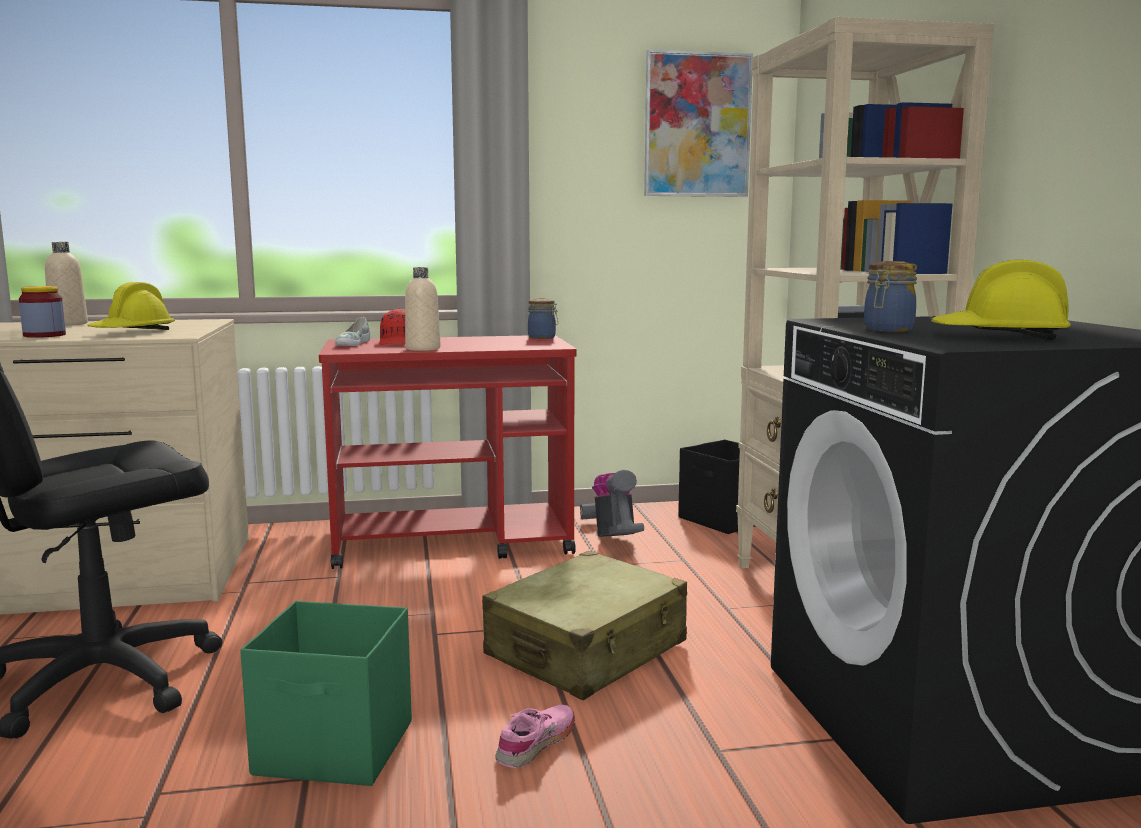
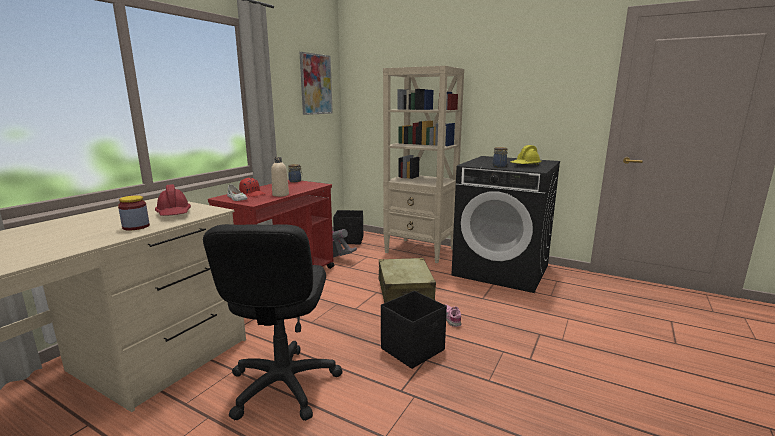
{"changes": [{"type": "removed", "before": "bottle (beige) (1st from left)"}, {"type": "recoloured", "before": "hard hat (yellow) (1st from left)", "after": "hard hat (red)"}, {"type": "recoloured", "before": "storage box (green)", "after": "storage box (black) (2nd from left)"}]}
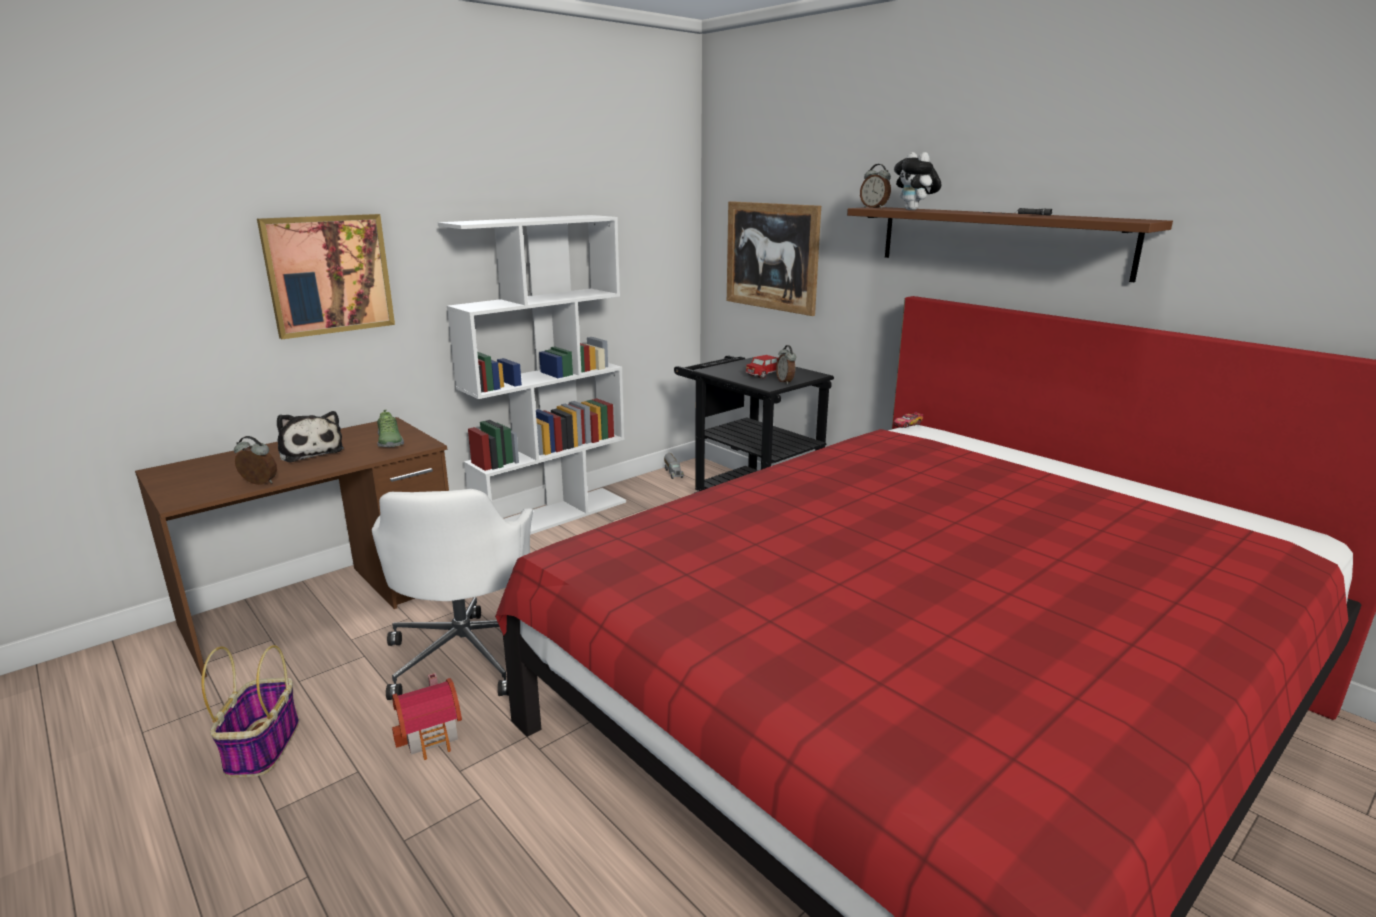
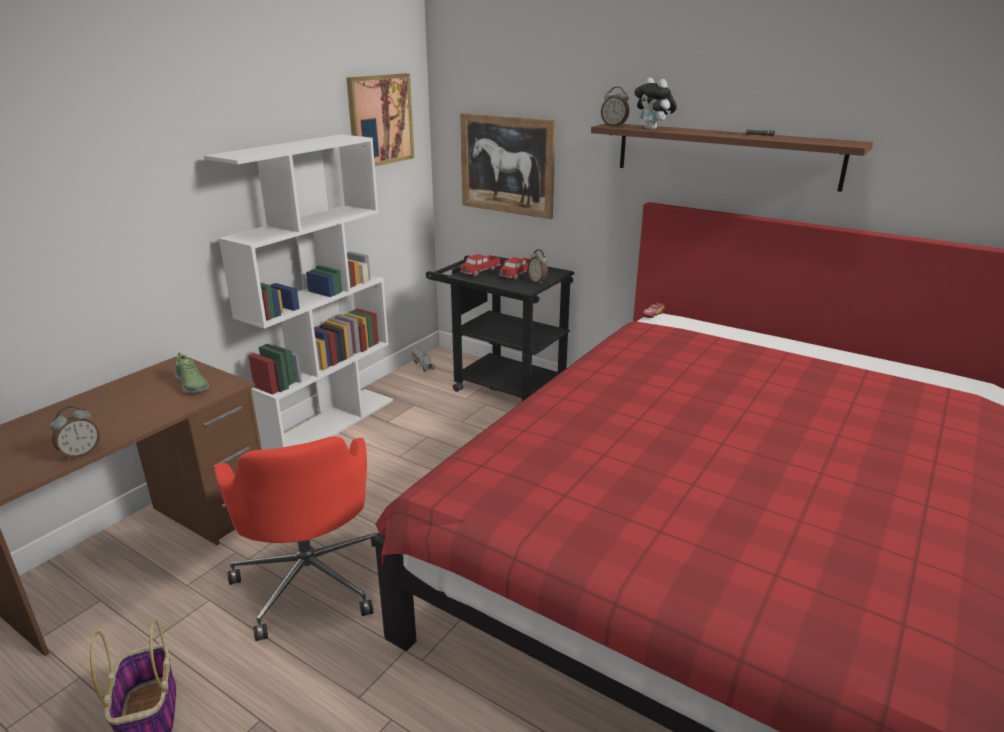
{"changes": [{"type": "turned", "before": "alarm clock (1st from left)", "turn": 135}, {"type": "moved", "before": "picture (1st from left)"}, {"type": "removed", "before": "plush toy (1st from left)"}, {"type": "recoloured", "before": "office chair (white)", "after": "office chair (red)"}, {"type": "removed", "before": "toy house"}, {"type": "added", "after": "toy truck (2nd from left)"}]}
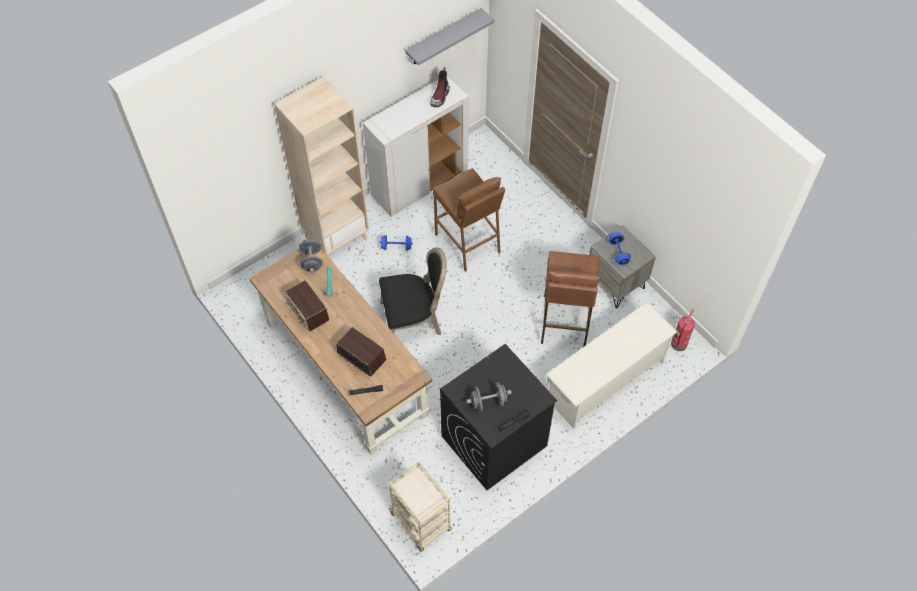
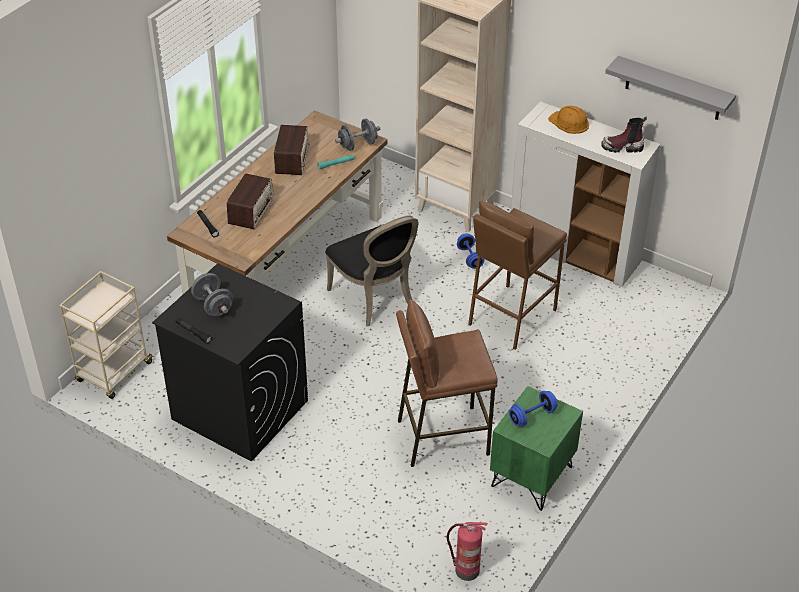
{"changes": [{"type": "turned", "before": "radio (1st from left in the first image)", "turn": 150}, {"type": "removed", "before": "shoe rack (white)"}, {"type": "recoloured", "before": "nightstand (grey)", "after": "nightstand (green)"}, {"type": "added", "after": "hard hat (orange)"}]}
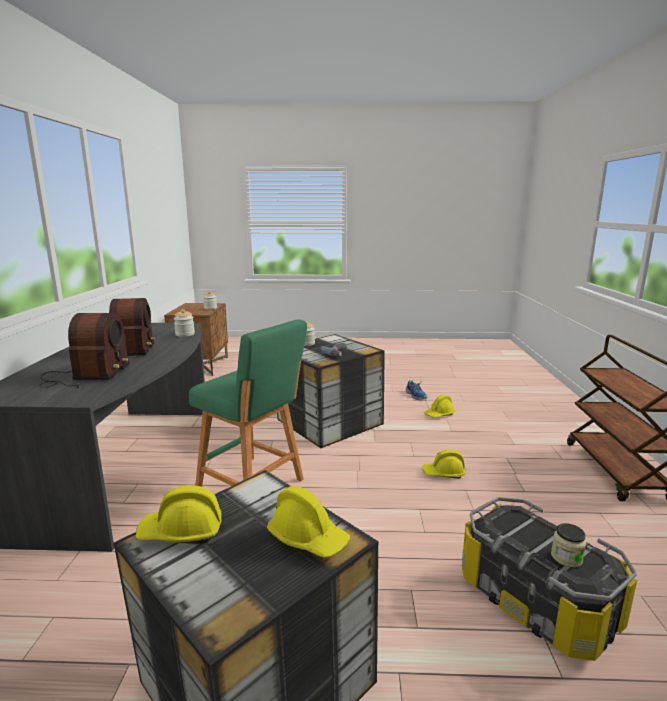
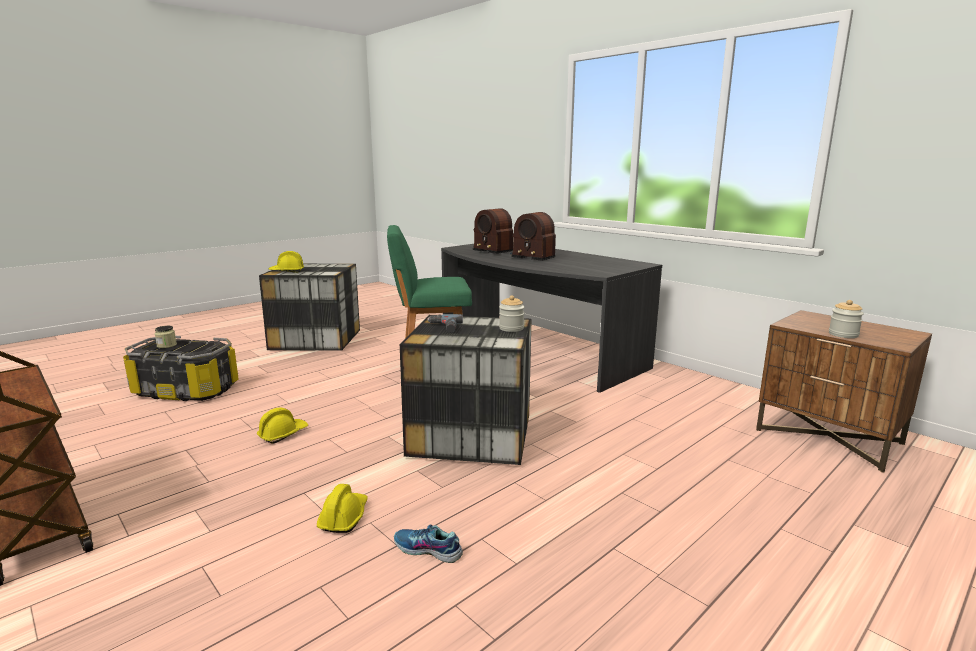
{"changes": [{"type": "removed", "before": "hard hat (yellow) (1st from left)"}, {"type": "removed", "before": "jar (1st from left)"}]}
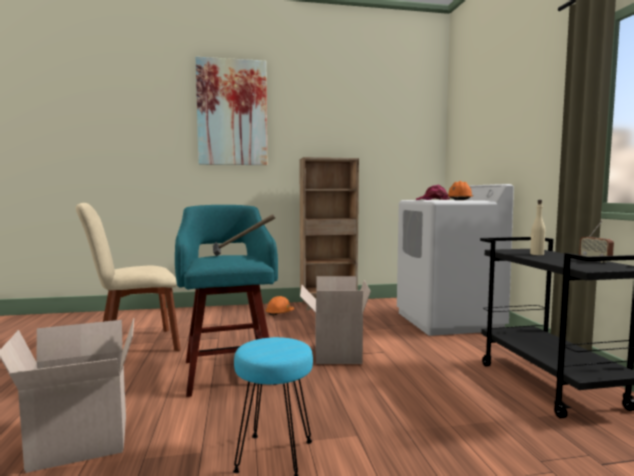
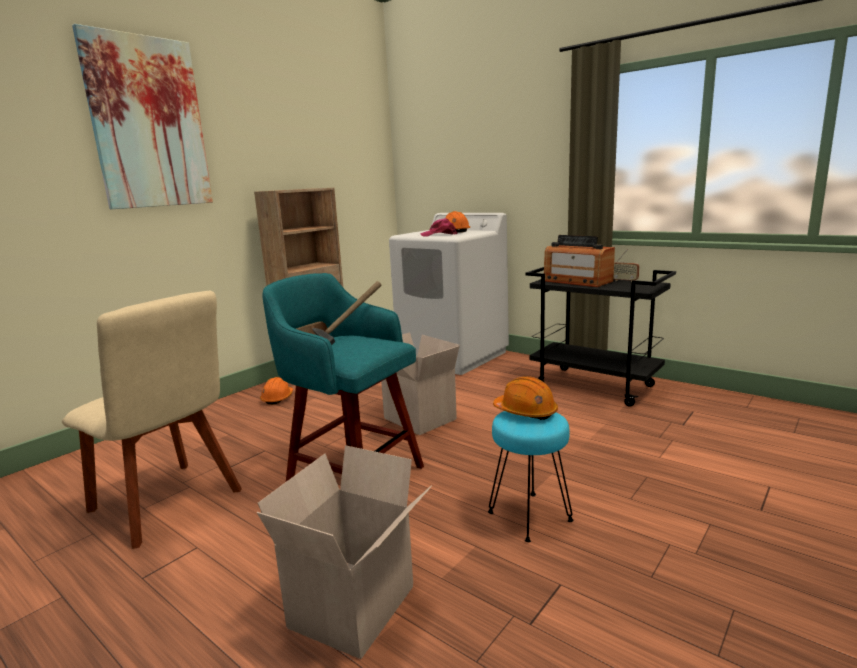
{"changes": [{"type": "turned", "before": "chair (beige)", "turn": -75}, {"type": "replaced", "before": "bottle (beige)", "after": "radio (1st from left)"}, {"type": "added", "after": "hard hat (orange) (3rd from left)"}]}
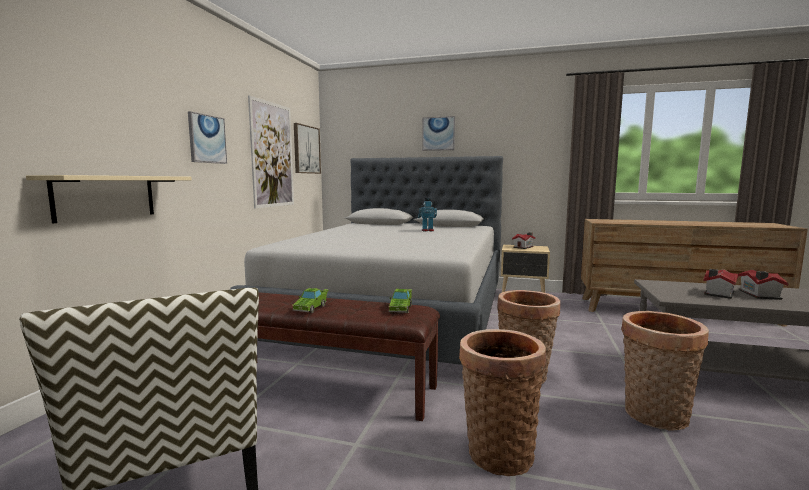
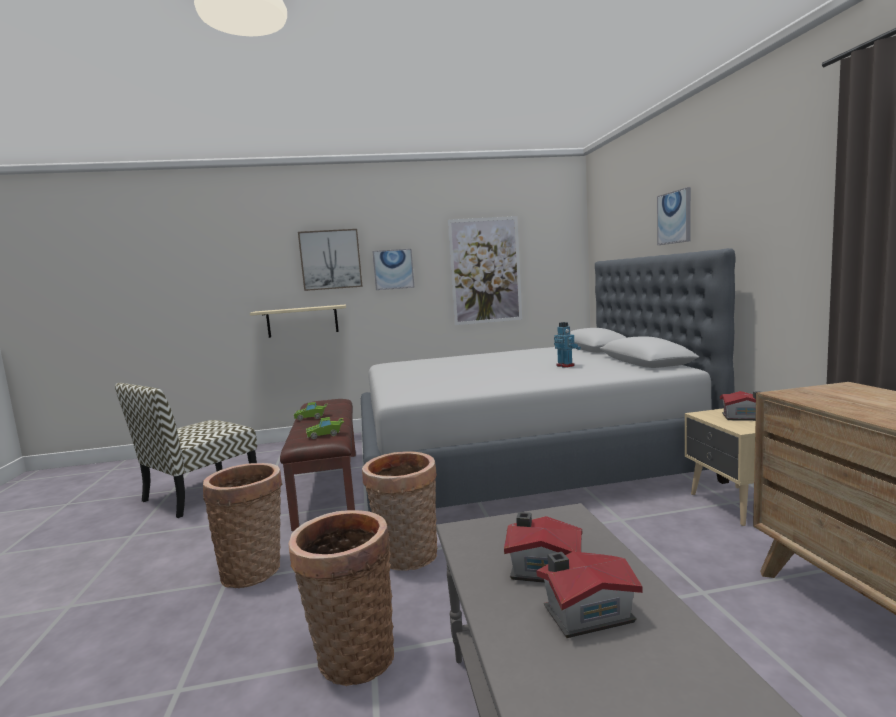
{"changes": [{"type": "moved", "before": "picture (3rd from left in the first image)", "after": "picture (1st from left)"}]}
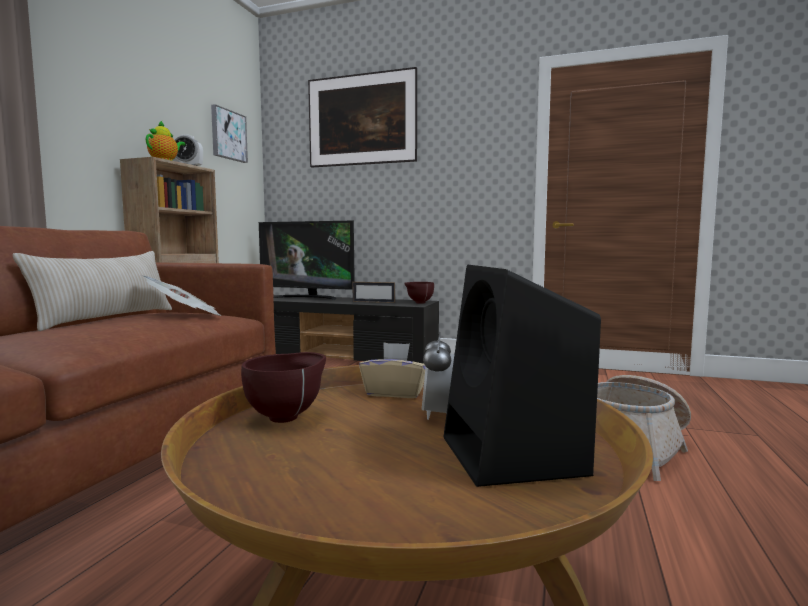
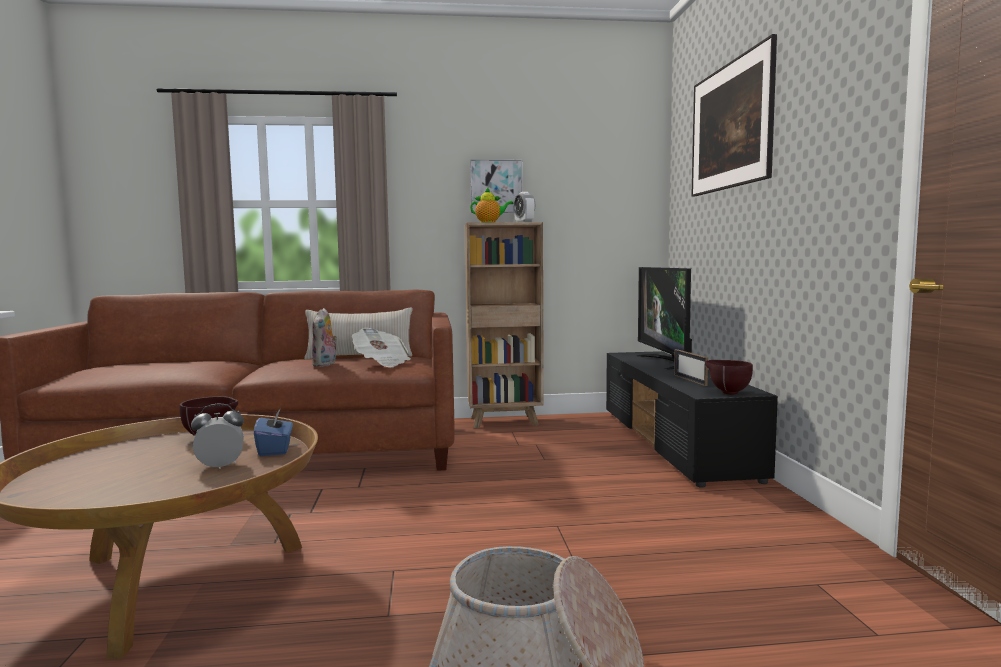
{"changes": [{"type": "moved", "before": "picture (1st from left)"}, {"type": "recoloured", "before": "tissue box (beige)", "after": "tissue box (blue)"}, {"type": "removed", "before": "speaker (black)"}, {"type": "added", "after": "plush toy"}]}
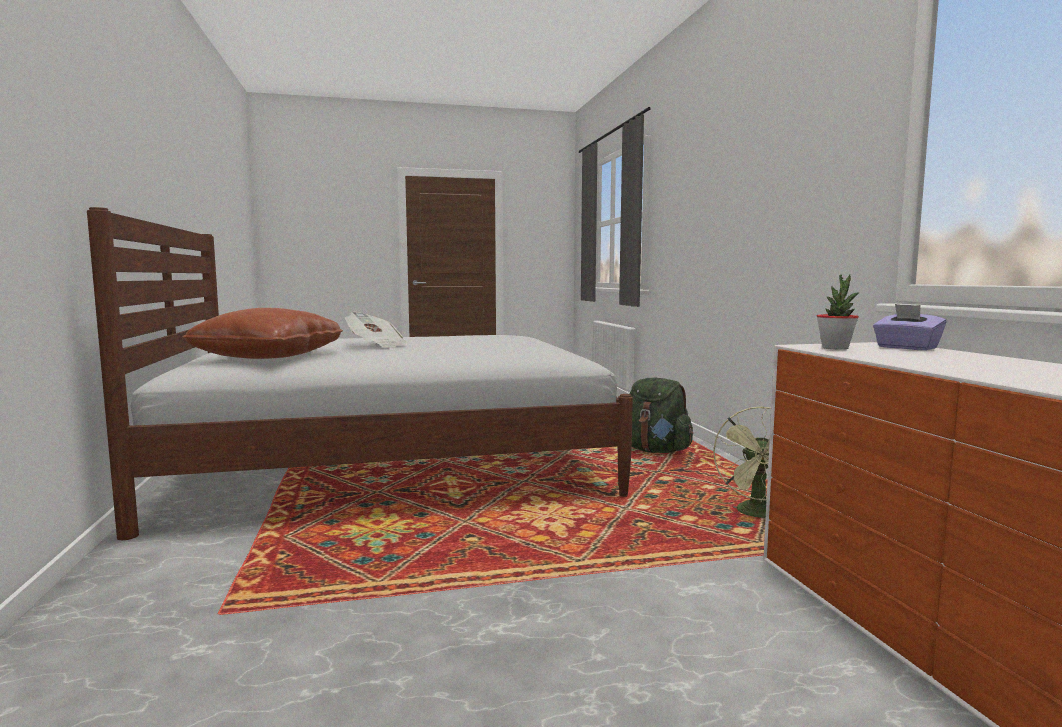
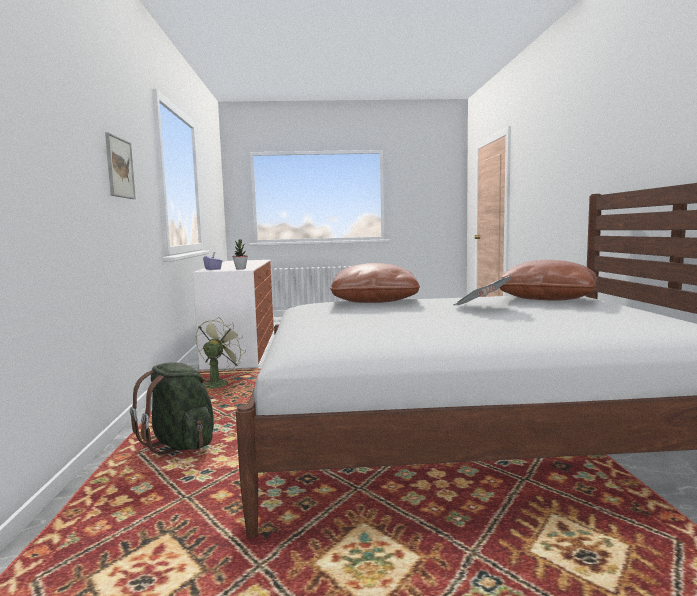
{"changes": [{"type": "added", "after": "picture"}, {"type": "added", "after": "pillow (brown) (1st from left)"}]}
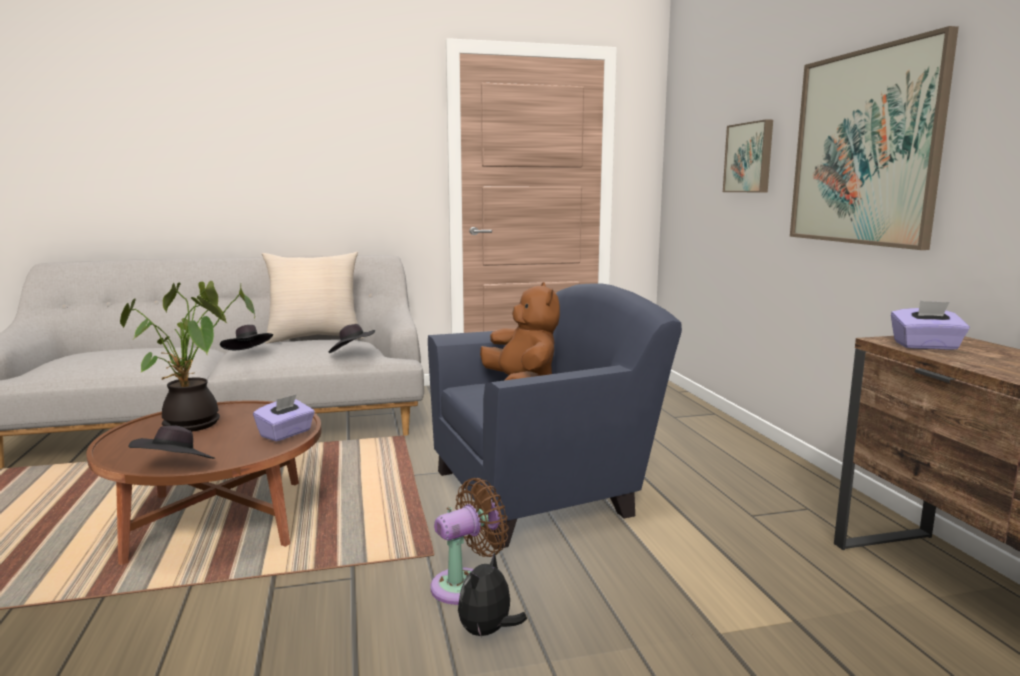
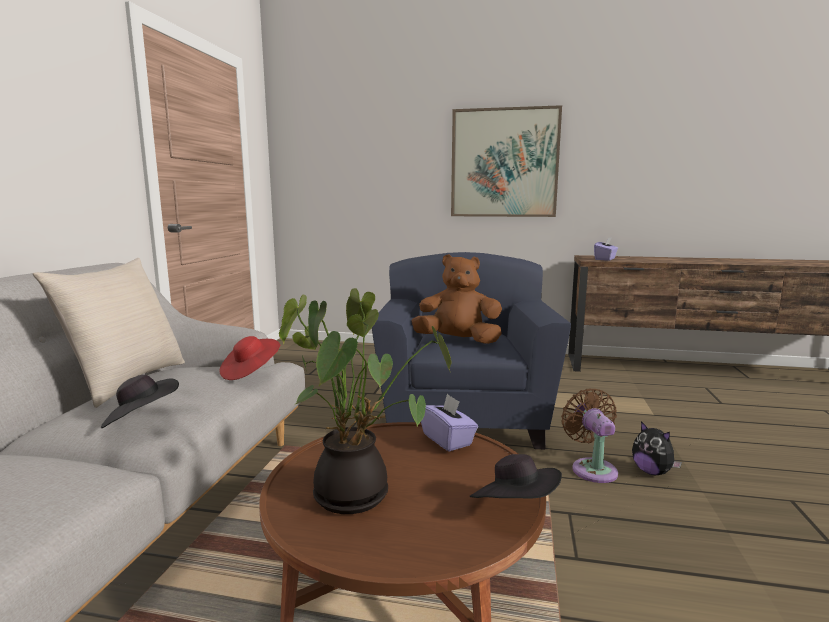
{"changes": [{"type": "recoloured", "before": "hat (black) (3rd from left)", "after": "hat (red)"}, {"type": "removed", "before": "picture (1st from left)"}]}
